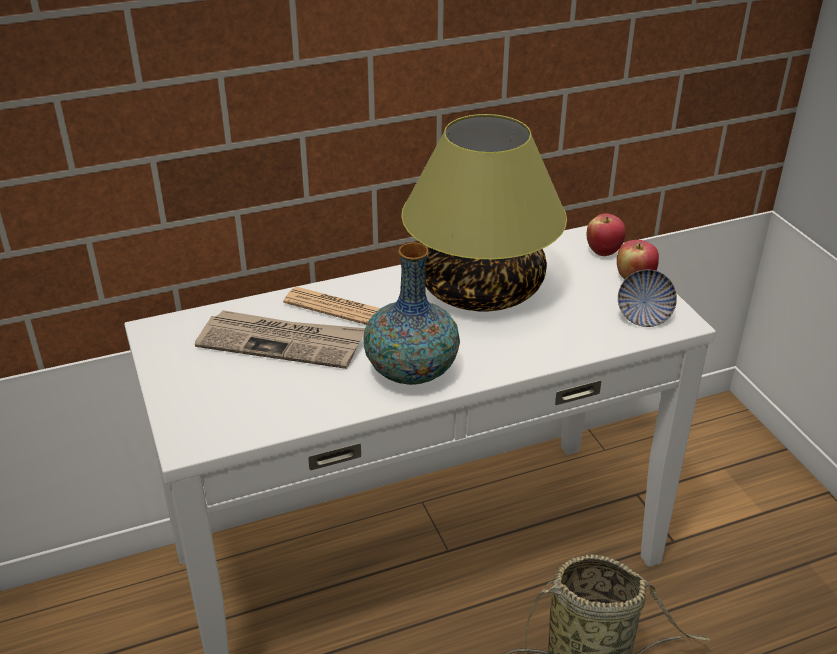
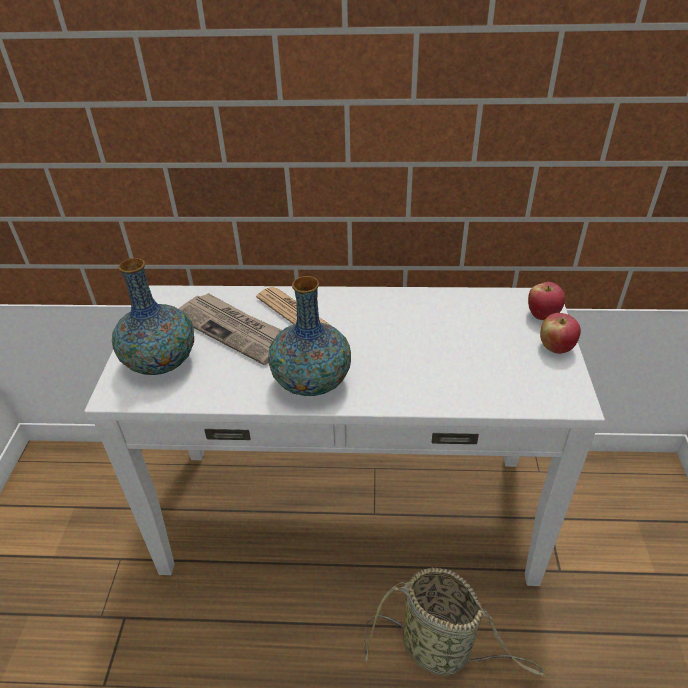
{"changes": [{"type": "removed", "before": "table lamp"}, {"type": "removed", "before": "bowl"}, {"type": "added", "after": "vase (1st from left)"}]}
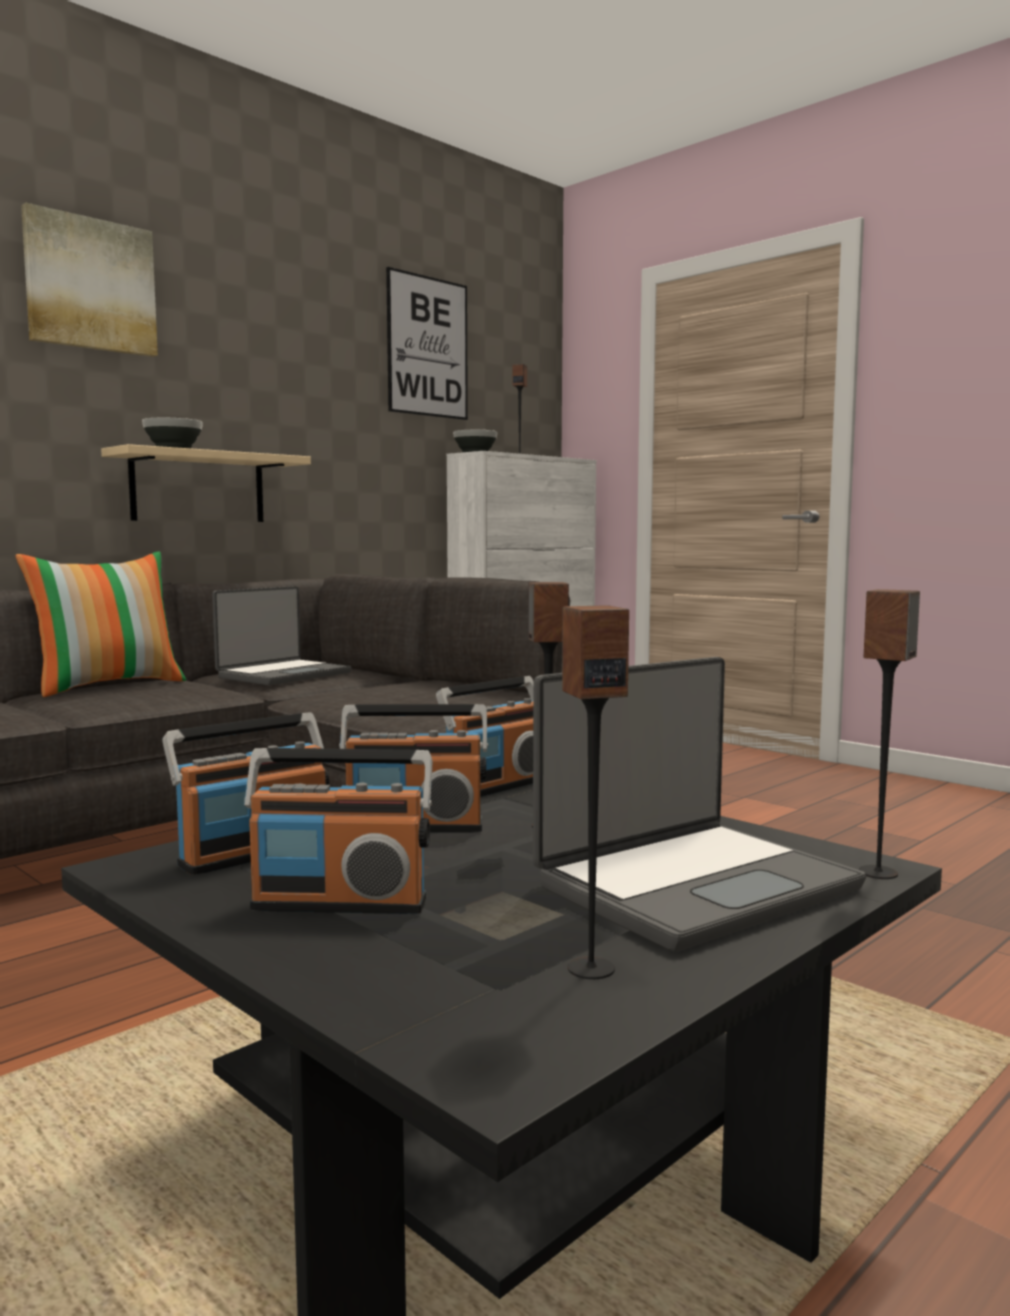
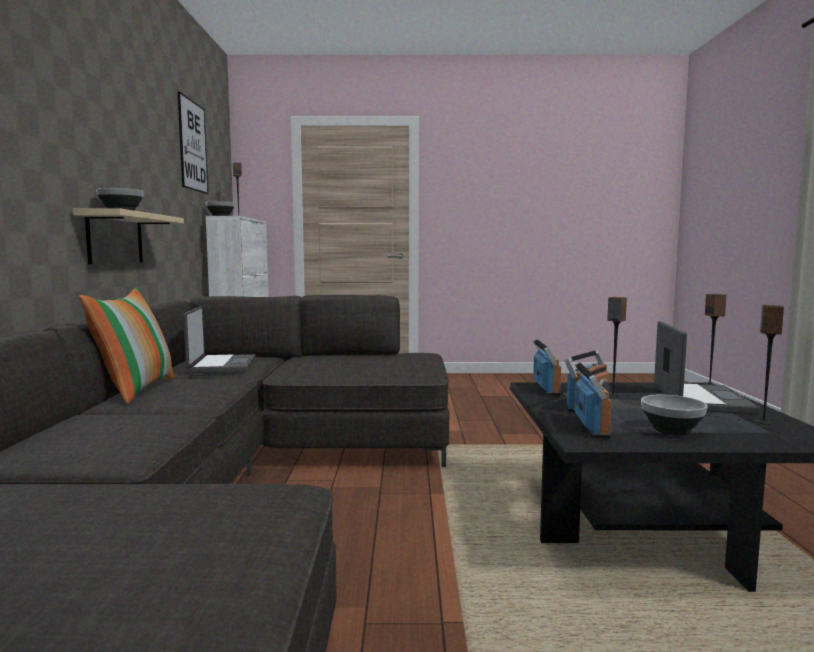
{"changes": [{"type": "removed", "before": "picture (1st from left)"}, {"type": "replaced", "before": "radio (2nd from left)", "after": "bowl (3rd from left)"}]}
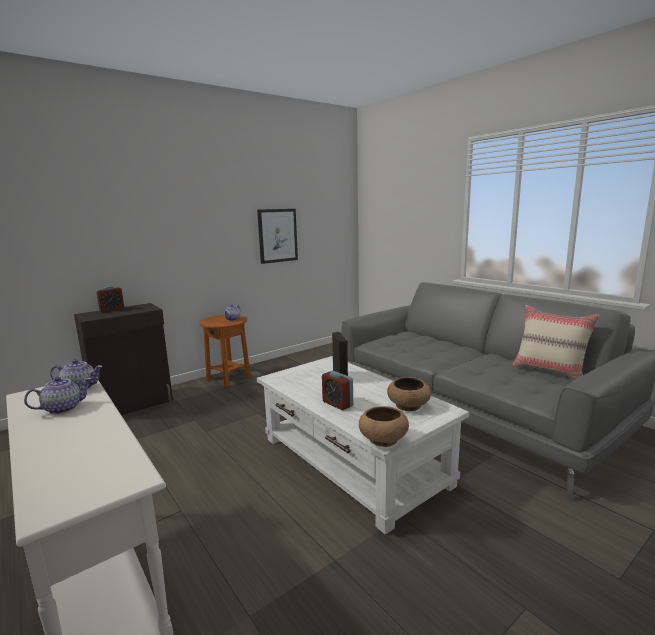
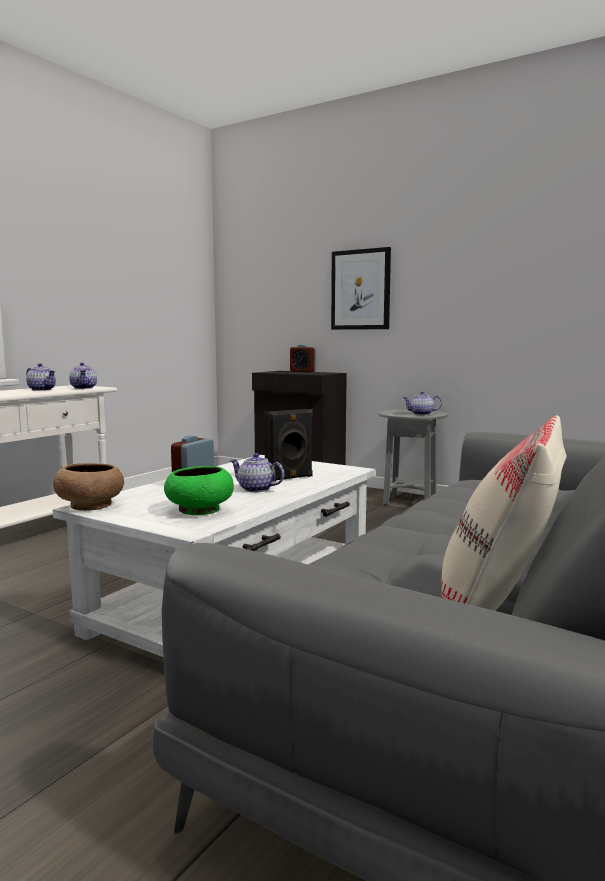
{"changes": [{"type": "recoloured", "before": "side table (brown)", "after": "side table (grey)"}, {"type": "moved", "before": "picture"}, {"type": "recoloured", "before": "bowl (brown) (2nd from left)", "after": "bowl (green)"}, {"type": "added", "after": "teapot (3rd from left)"}]}
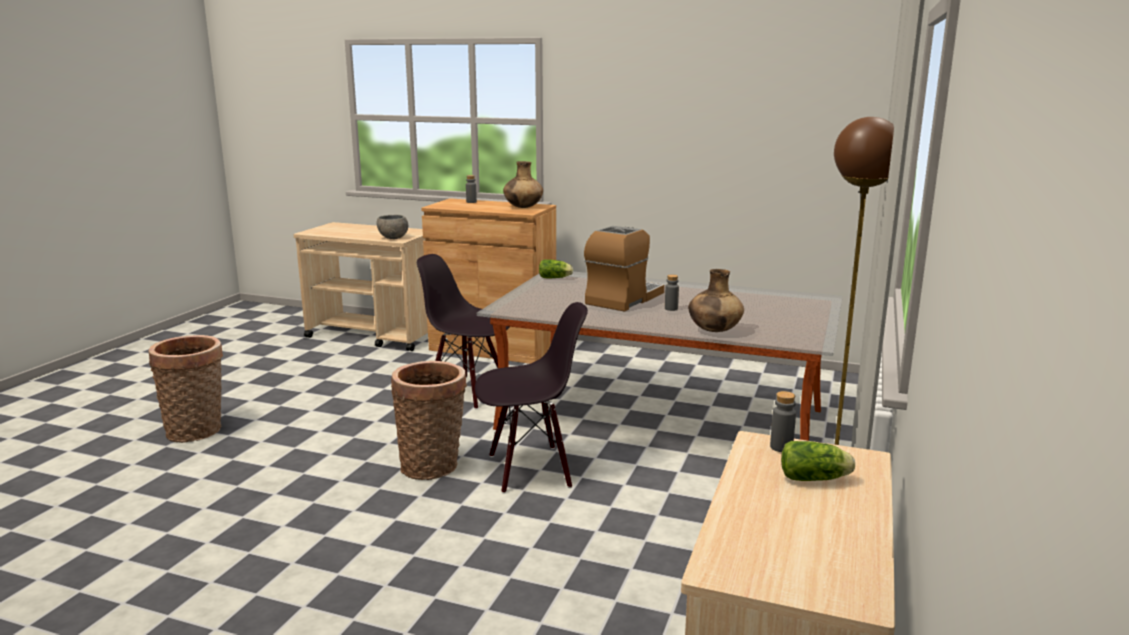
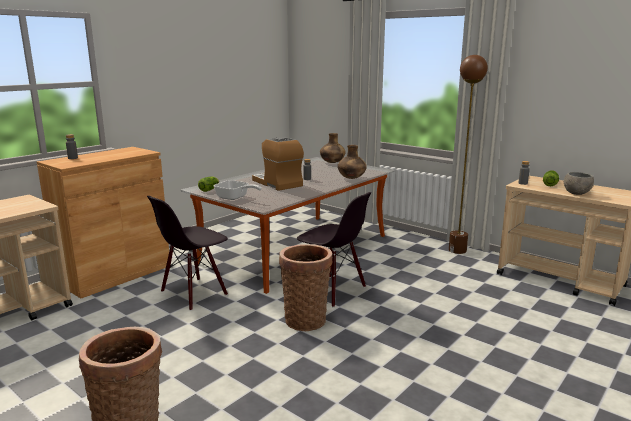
{"changes": [{"type": "moved", "before": "bowl (grey)"}, {"type": "turned", "before": "chair (black) (2nd from left)", "turn": 120}, {"type": "moved", "before": "vase (brown) (1st from left)"}, {"type": "added", "after": "frying pan"}]}
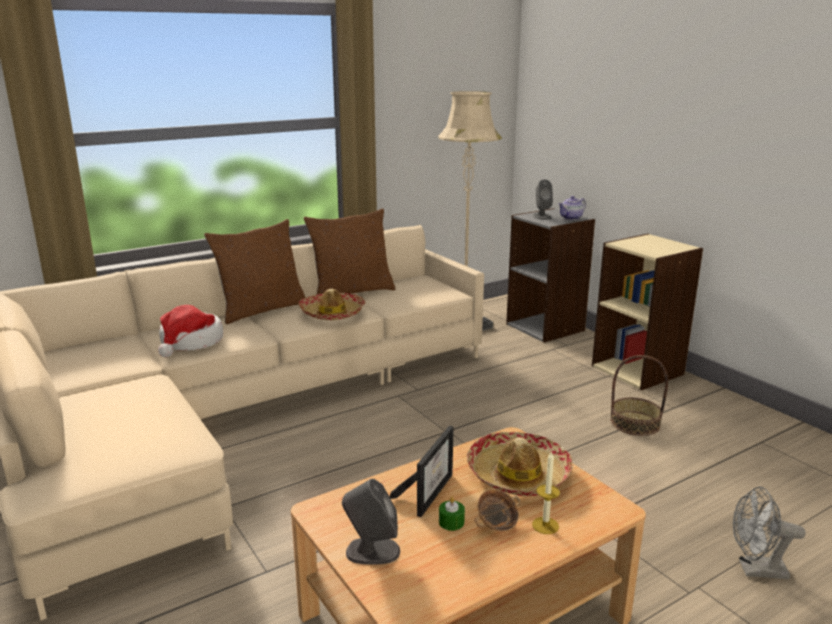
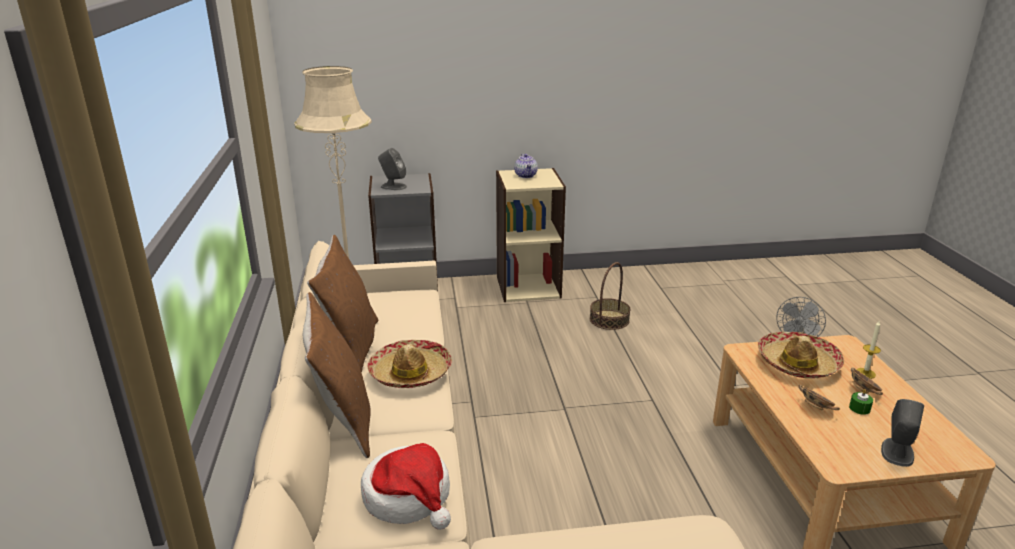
{"changes": [{"type": "replaced", "before": "picture frame", "after": "bowl (1st from left)"}, {"type": "moved", "before": "teapot"}]}
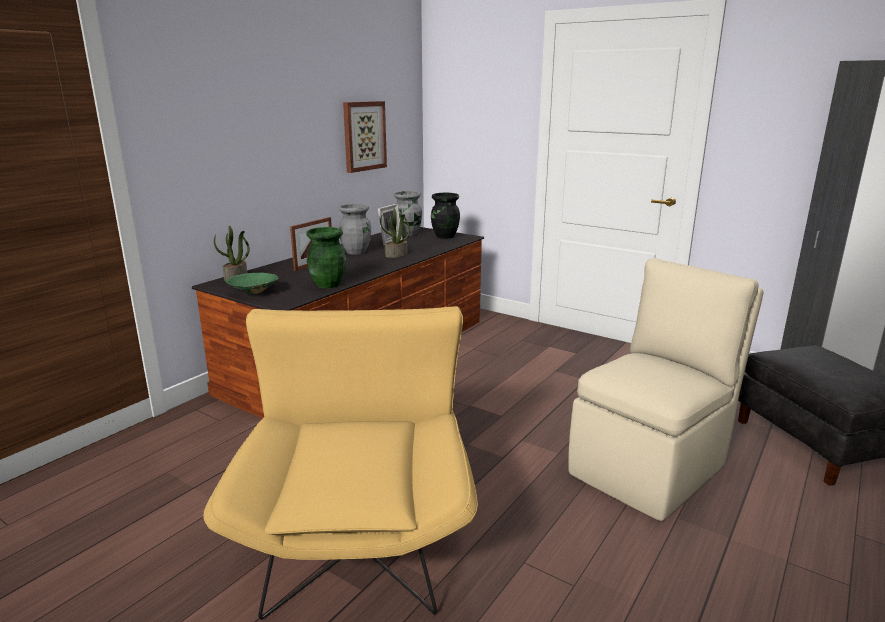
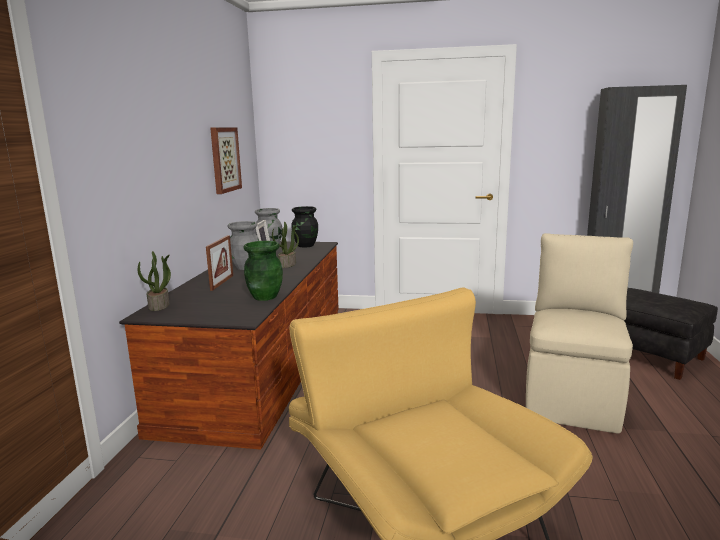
{"changes": [{"type": "removed", "before": "bowl (green)"}]}
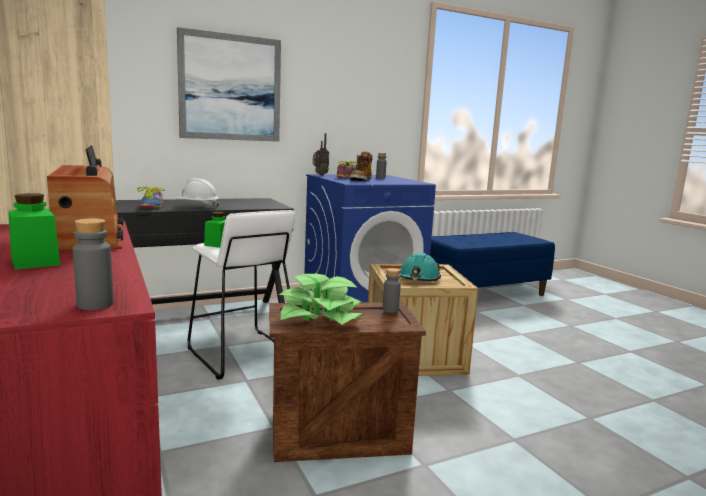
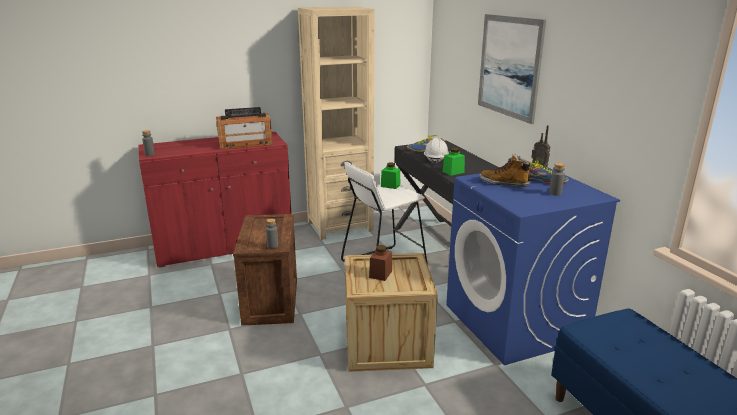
{"changes": [{"type": "moved", "before": "jar (green) (1st from left in the first image)", "after": "jar (green) (2nd from left)"}, {"type": "removed", "before": "potted plant"}, {"type": "replaced", "before": "hard hat (turquoise)", "after": "jar (brown)"}]}
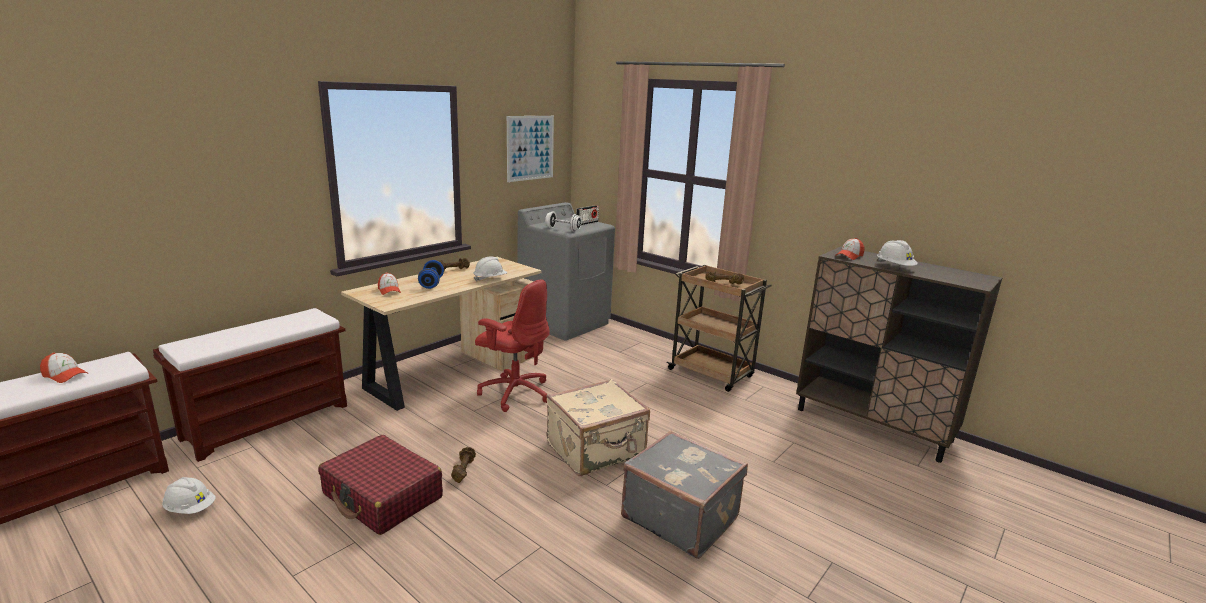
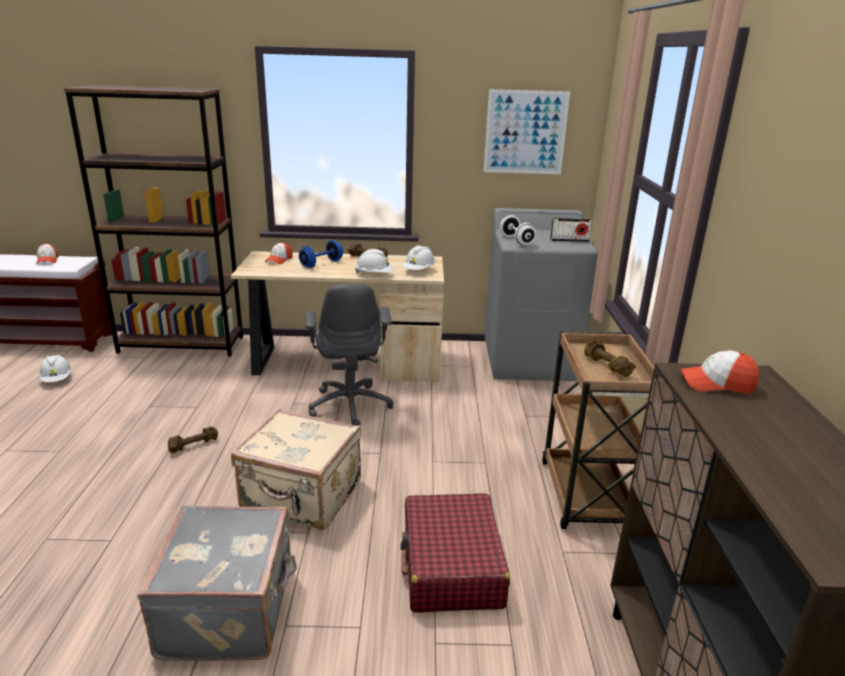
{"changes": [{"type": "replaced", "before": "bench (brown) (2nd from left)", "after": "bookcase (brown)"}, {"type": "moved", "before": "suitcase (red)"}, {"type": "recoloured", "before": "office chair (red)", "after": "office chair (grey)"}, {"type": "moved", "before": "hard hat (white) (3rd from left)"}]}
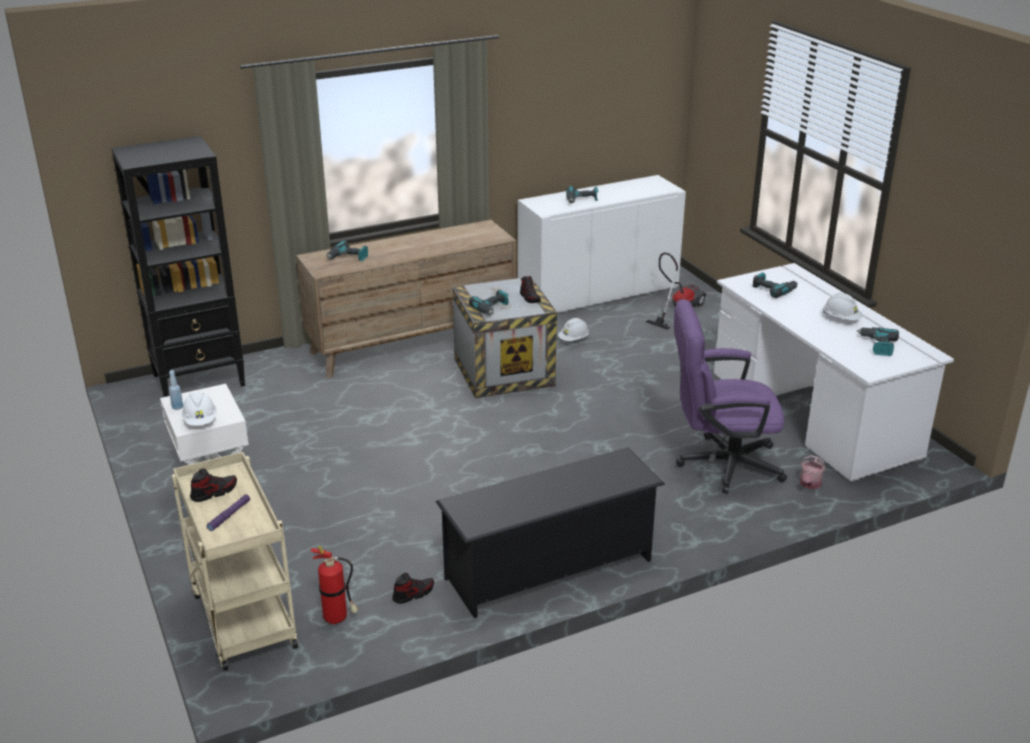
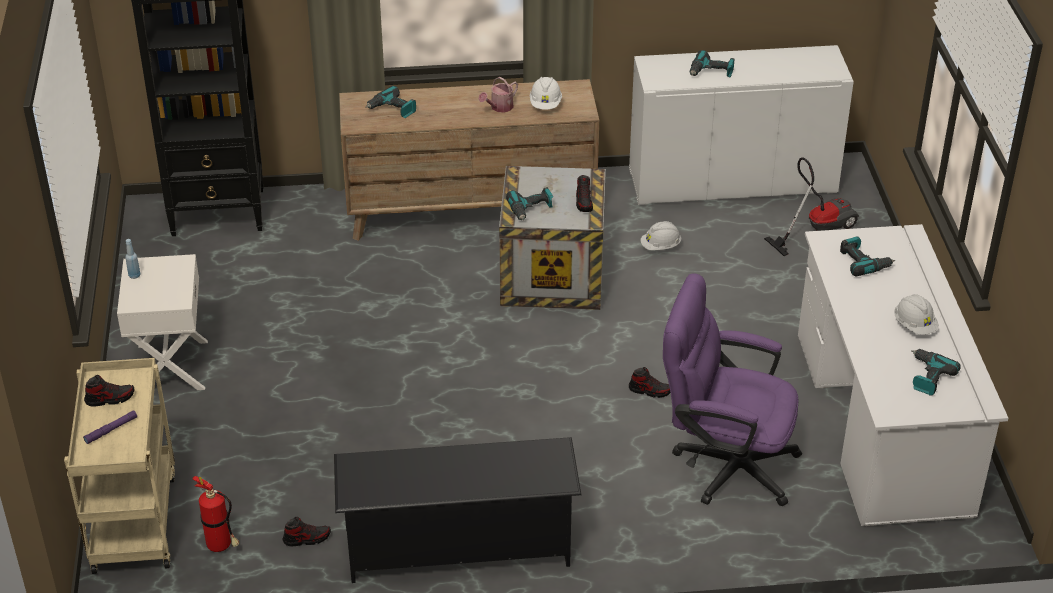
{"changes": [{"type": "moved", "before": "hard hat (white) (1st from left)"}, {"type": "moved", "before": "watering can"}, {"type": "added", "after": "shoe (4th from left)"}]}
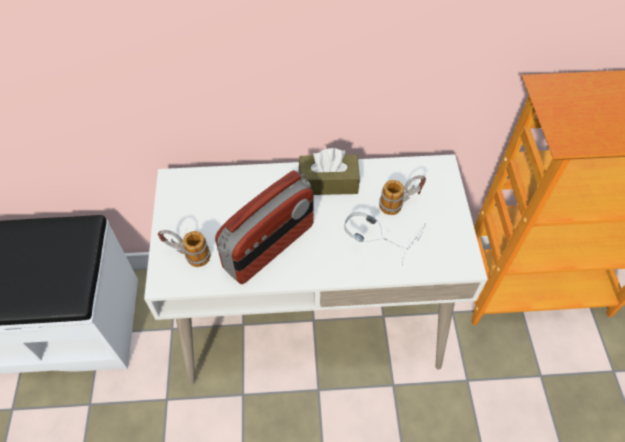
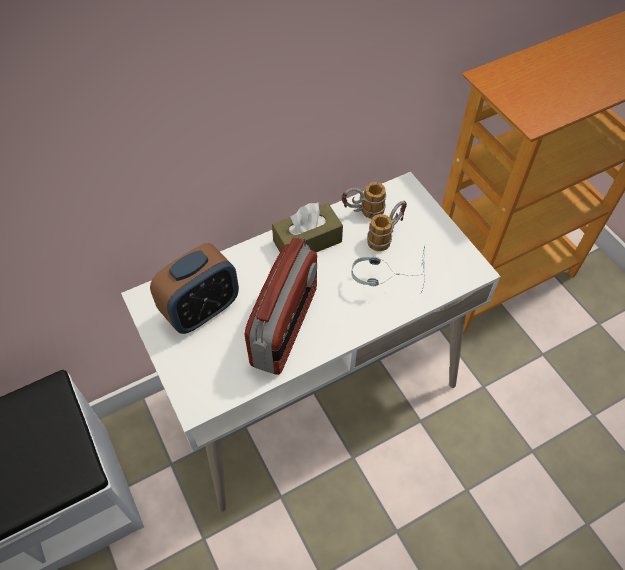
{"changes": [{"type": "moved", "before": "mug (1st from left)"}, {"type": "added", "after": "alarm clock"}]}
